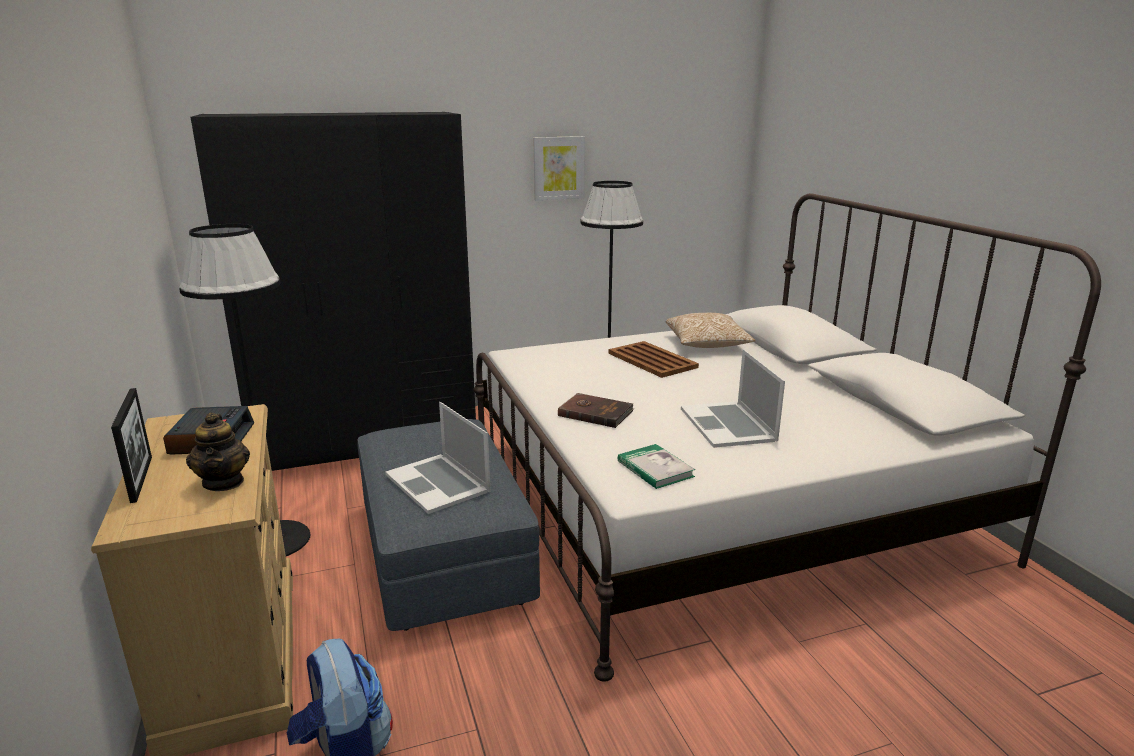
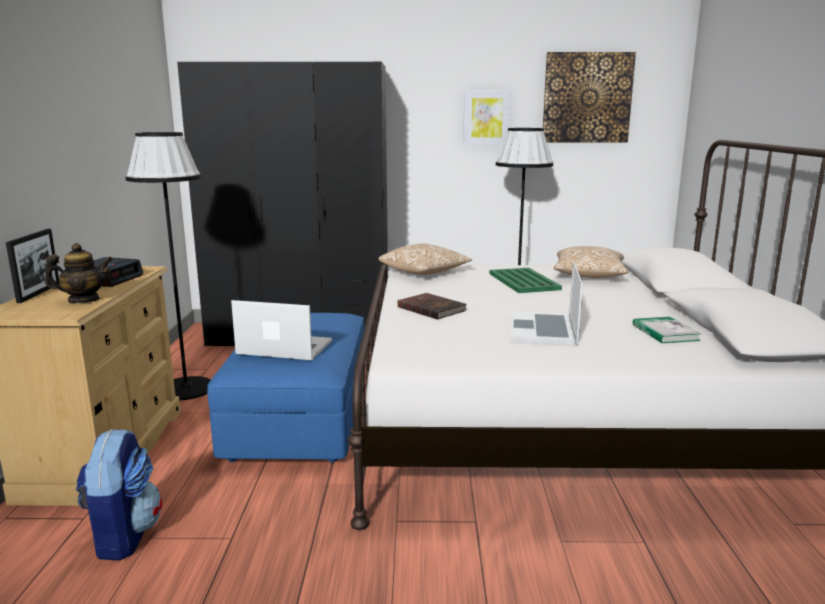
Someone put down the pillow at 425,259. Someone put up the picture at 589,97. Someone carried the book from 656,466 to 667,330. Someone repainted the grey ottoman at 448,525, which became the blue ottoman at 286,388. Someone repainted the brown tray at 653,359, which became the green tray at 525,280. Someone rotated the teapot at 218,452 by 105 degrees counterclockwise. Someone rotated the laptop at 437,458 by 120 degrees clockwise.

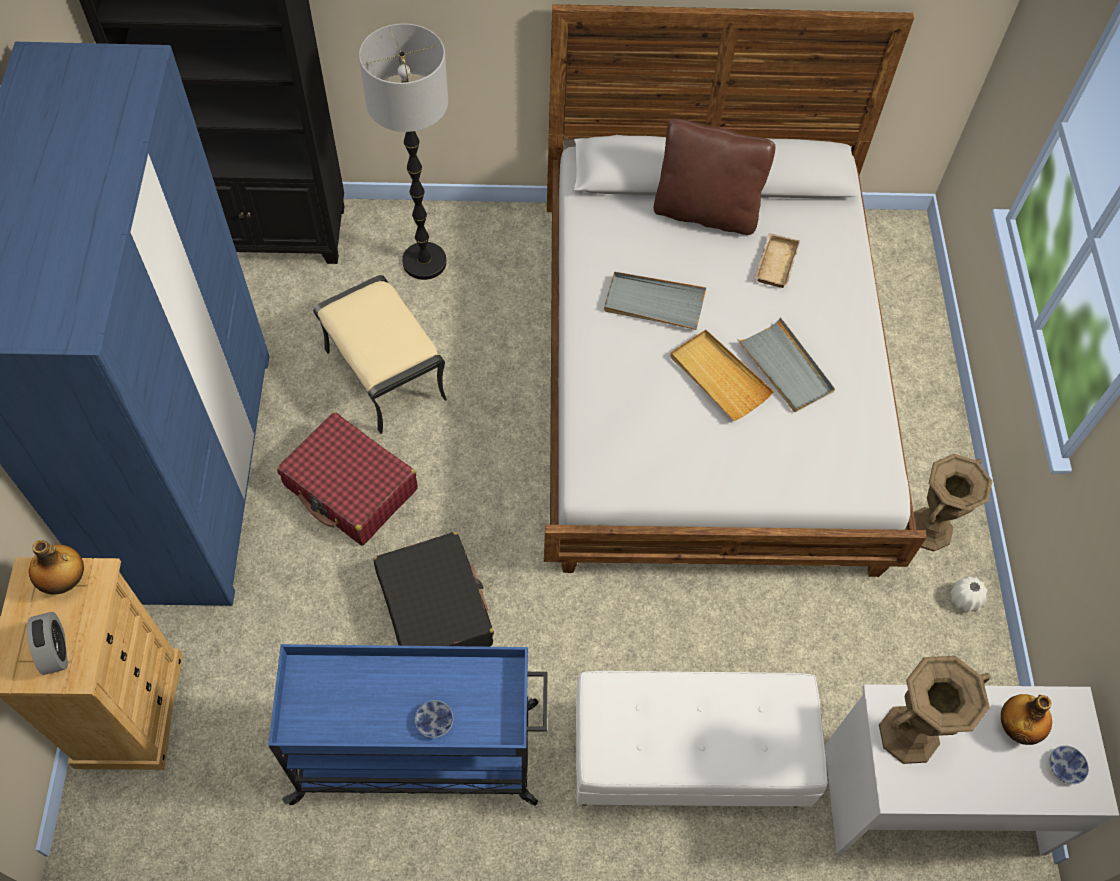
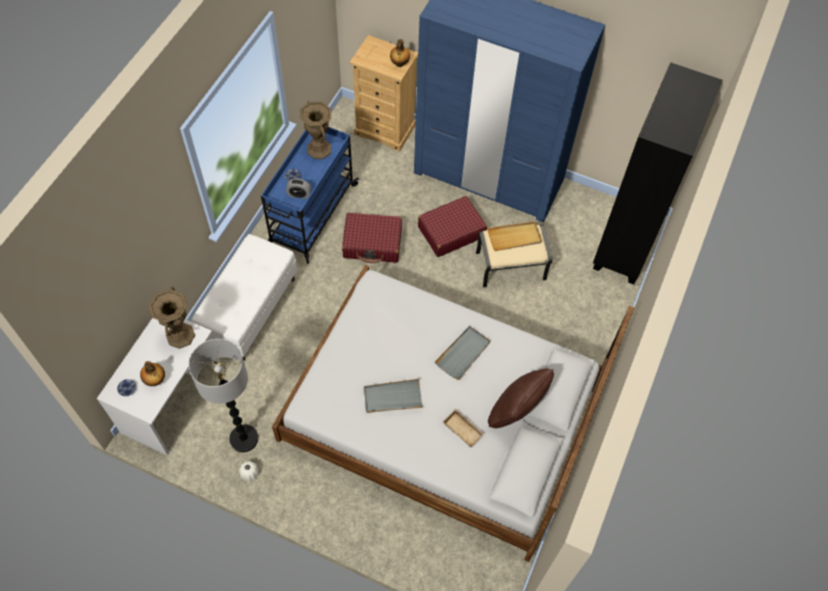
Someone carried the alarm clock from 47,643 to 298,189. Someone carried the floor lamp from 403,151 to 223,395. Someone carried the beige tray from 722,375 to 515,236. Someone carried the brown vase from 953,503 to 315,130. Someone repainted the black suitcase at 434,589, which became the red suitcase at 372,238.

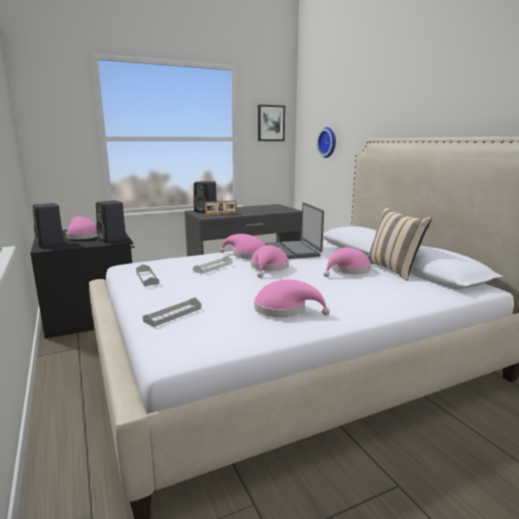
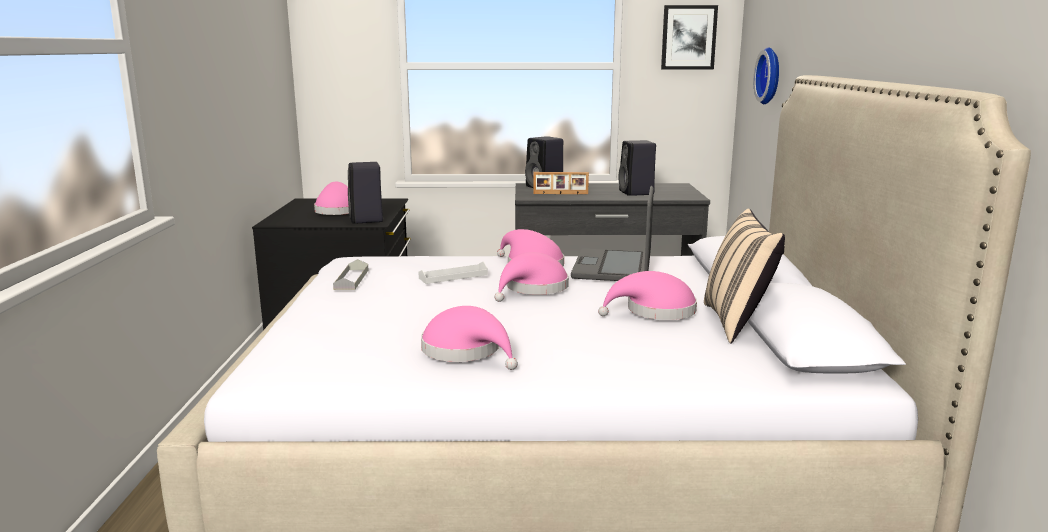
Someone took away the grey tray at 172,312. Someone carried the black speaker from 48,225 to 637,168.

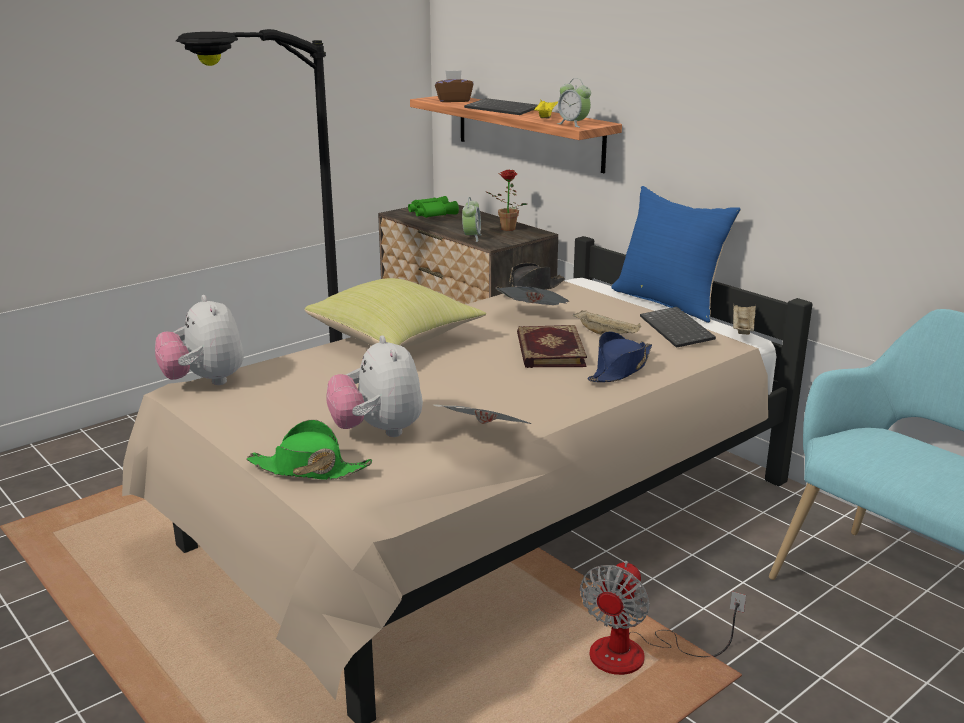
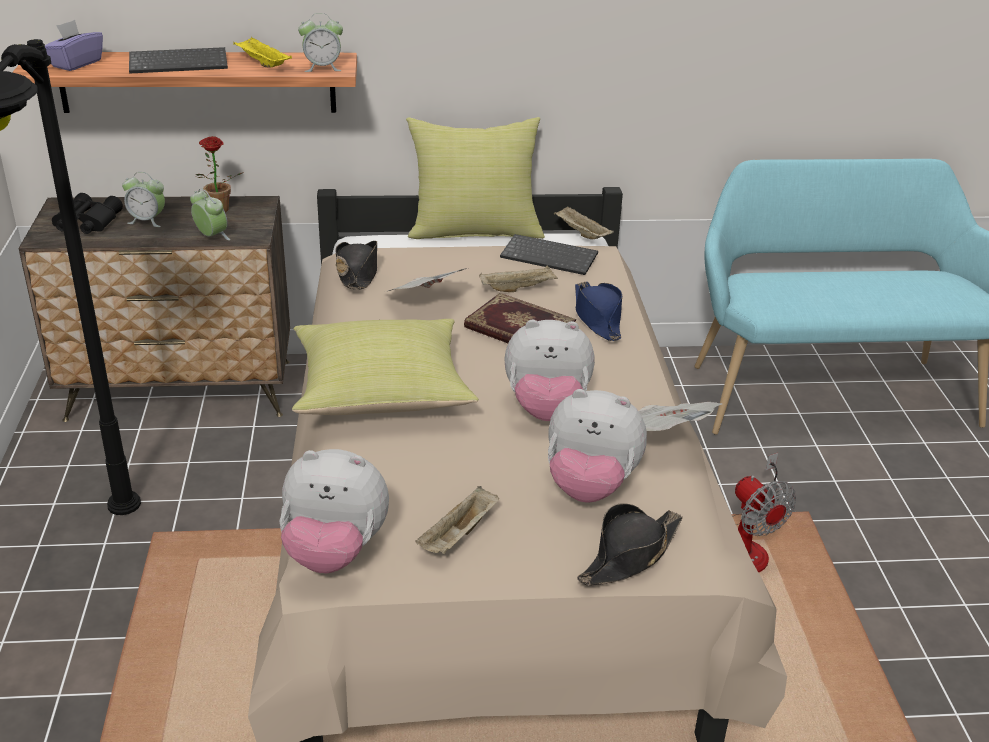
Someone put down the alarm clock at 143,199. Someone put down the beige tray at 457,520. Someone put down the plush toy at 549,370. Someone repainted the green hat at 309,450, which became the black hat at 630,544. Someone repainted the green binoculars at 433,207, which became the black binoculars at 87,213. Someone repainted the brown tissue box at 454,86, which became the purple tissue box at 74,45. Someone repainted the blue pillow at 676,254, which became the yellow pillow at 475,178.

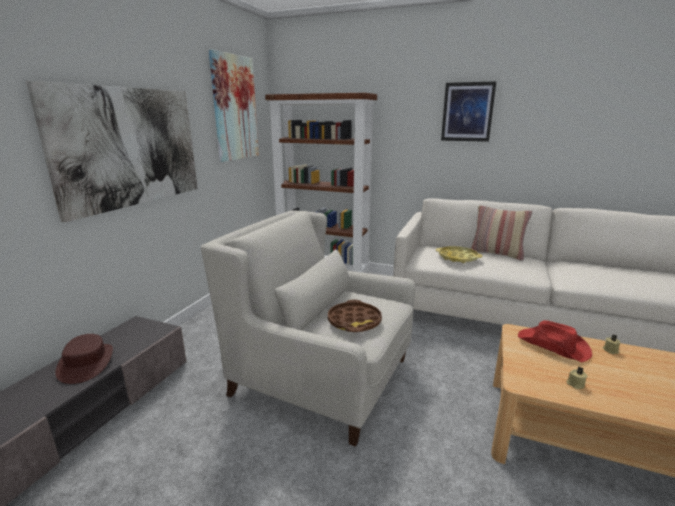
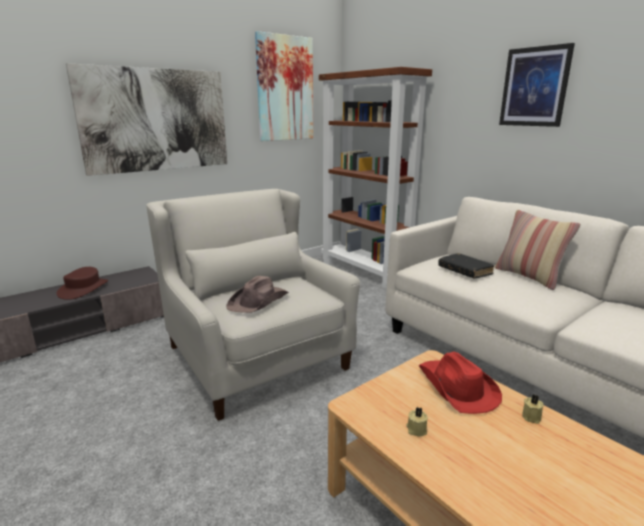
Someone swapped the brown tray at 355,316 for the brown hat at 257,294. Someone swapped the yellow tray at 459,254 for the black book at 466,265.

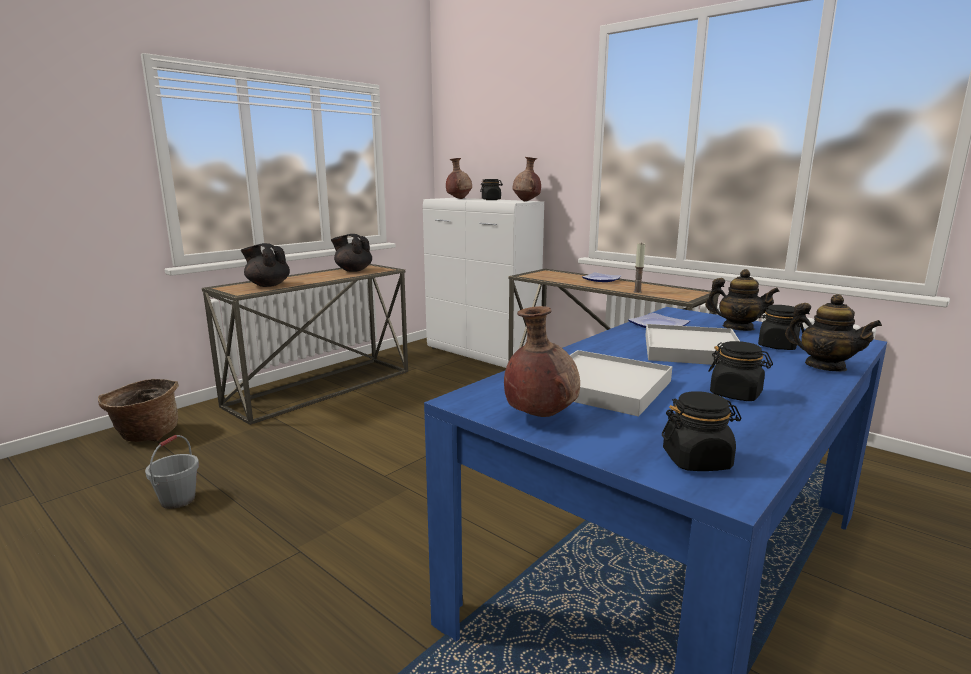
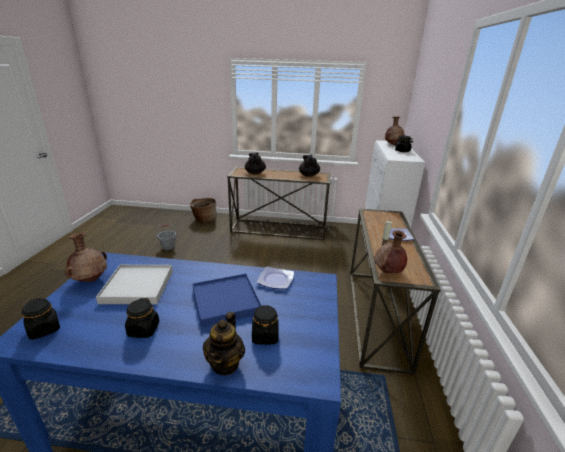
Someone took away the teapot at 742,300. Someone carried the brown vase from 527,179 to 390,251. Someone repainted the white tray at 692,344, which became the blue tray at 227,300.

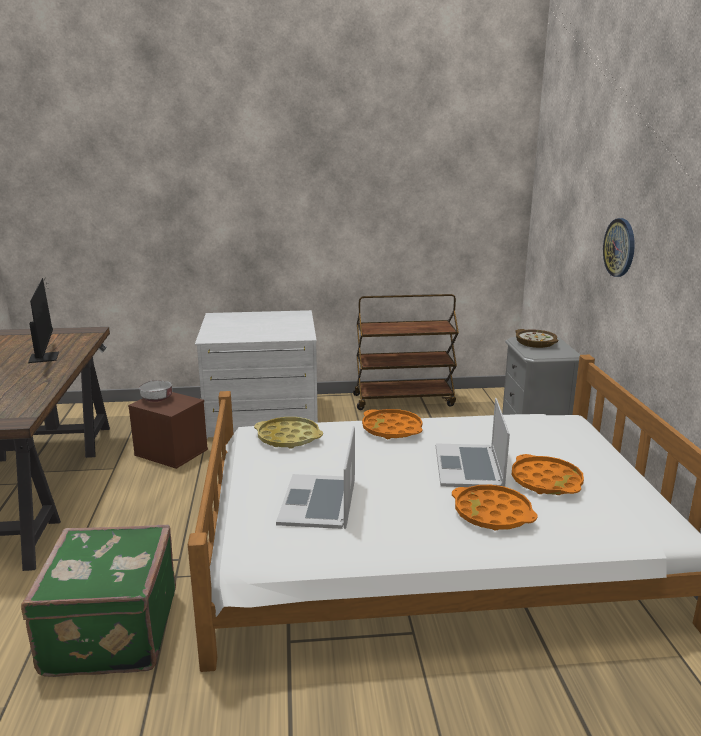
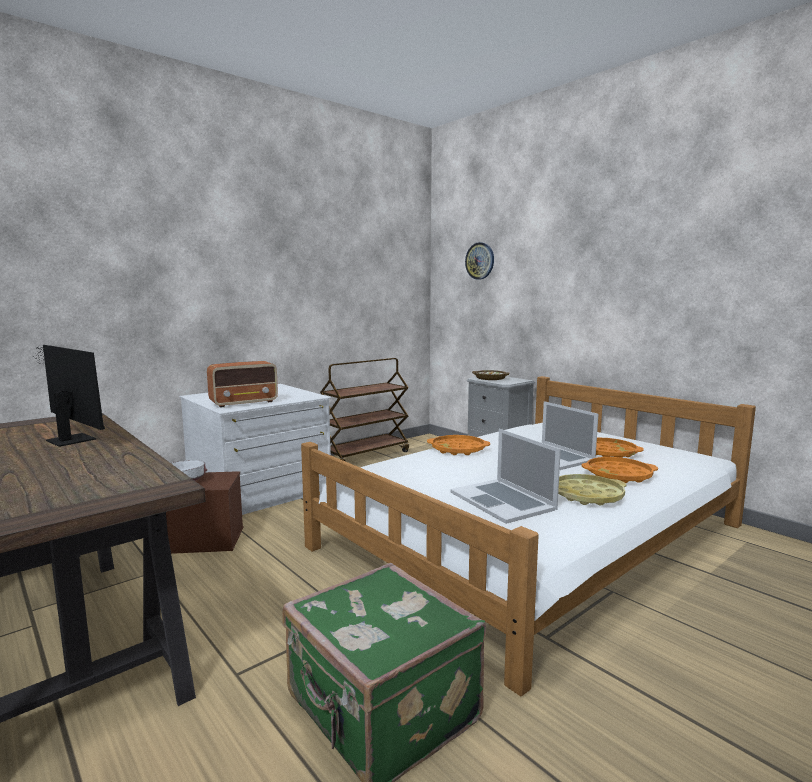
Someone put down the radio at 242,384. Someone carried the yellow tray from 288,432 to 592,490. Someone carried the wall clock from 619,247 to 479,260.

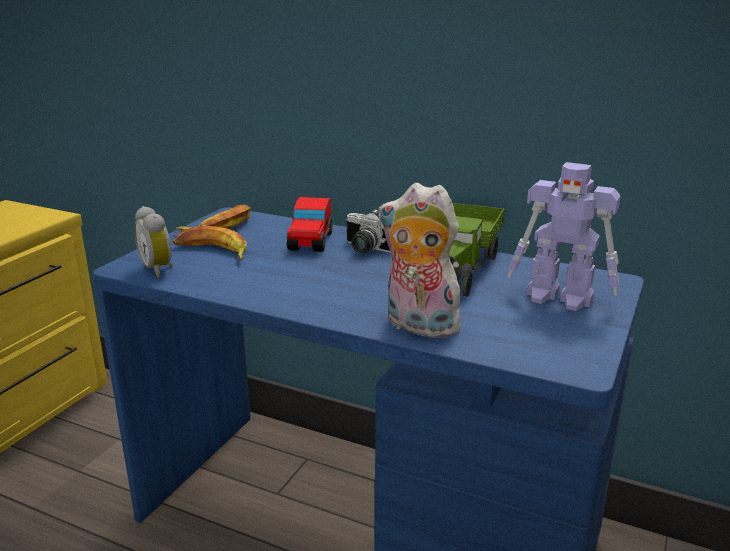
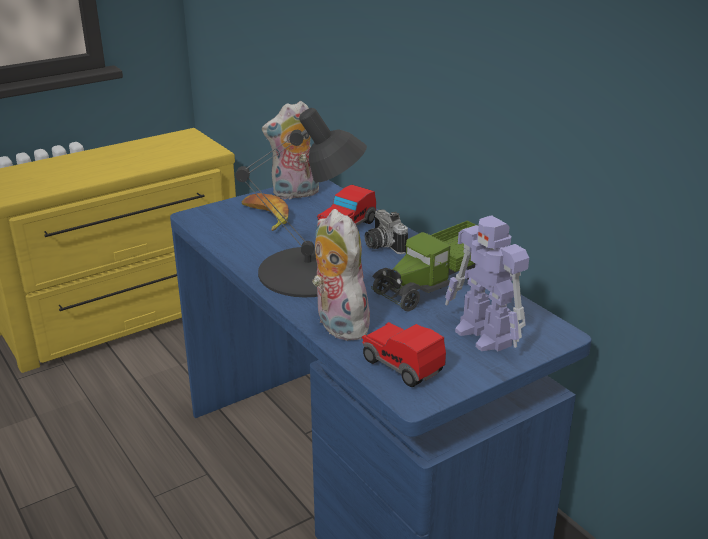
Someone took away the alarm clock at 153,242. Someone put down the black table lamp at 301,202. Someone put down the toy car at 404,354. Someone swapped the banana at 213,218 for the plush toy at 290,150.

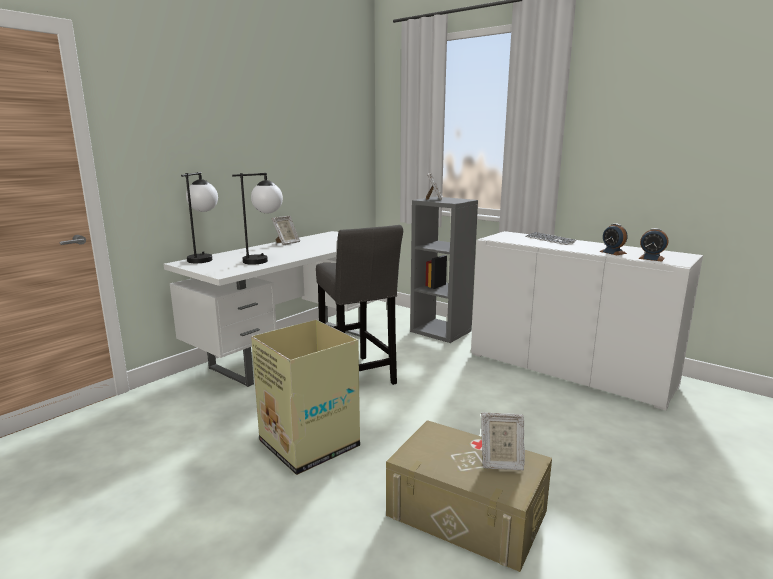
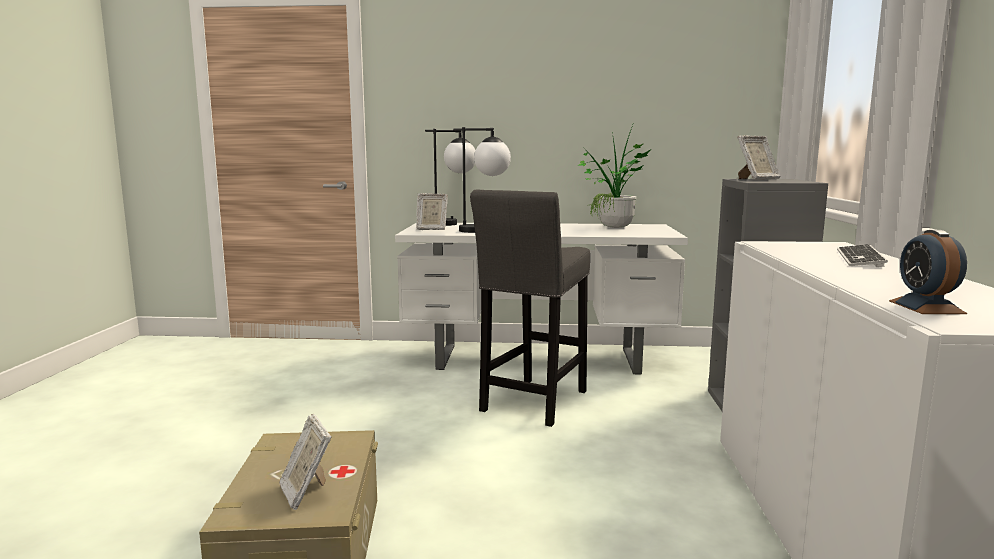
Someone took away the cardboard box at 305,397. Someone took away the alarm clock at 613,239. Someone put down the potted plant at 615,176. Someone carried the picture frame from 286,230 to 432,211.

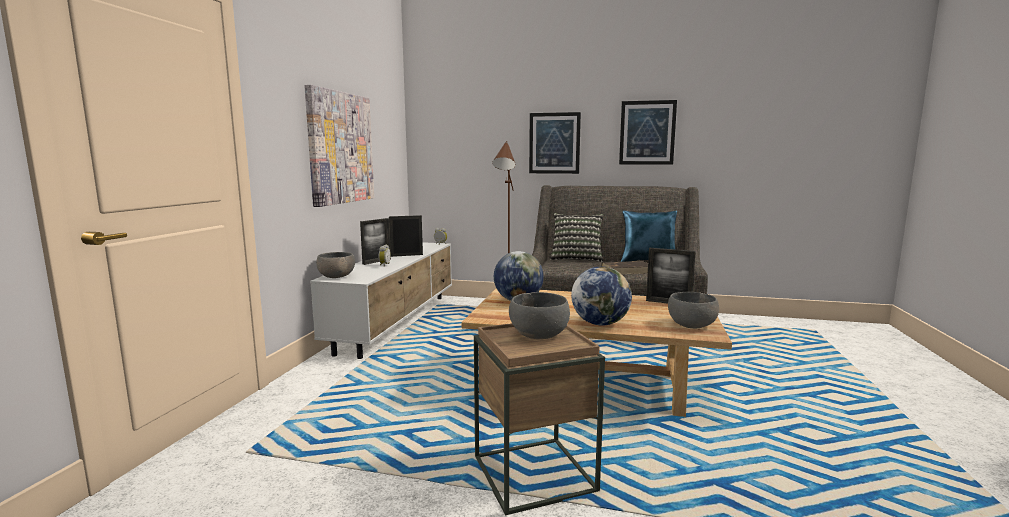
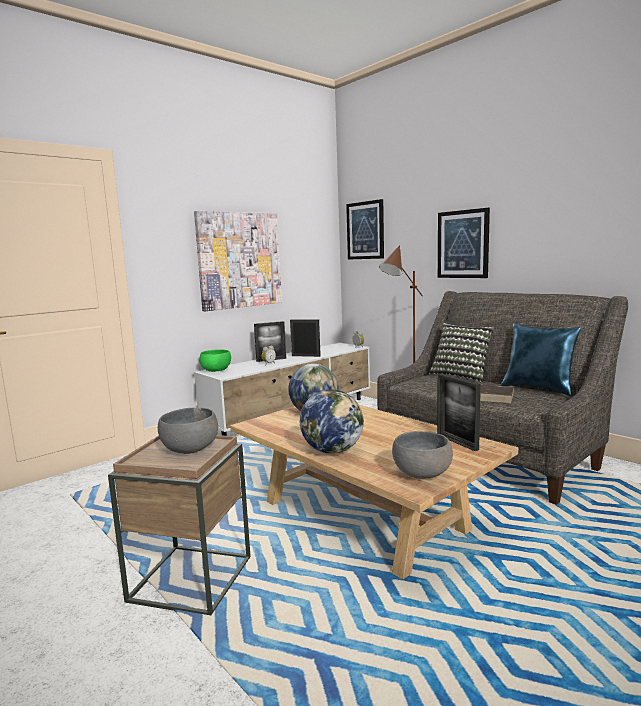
Someone carried the picture from 648,132 to 365,229. Someone repainted the grey bowl at 335,265, which became the green bowl at 215,360.

